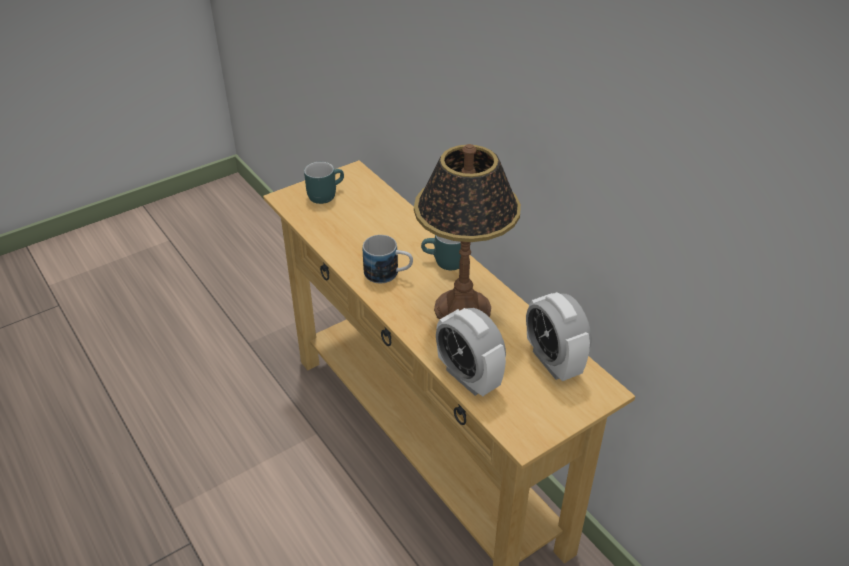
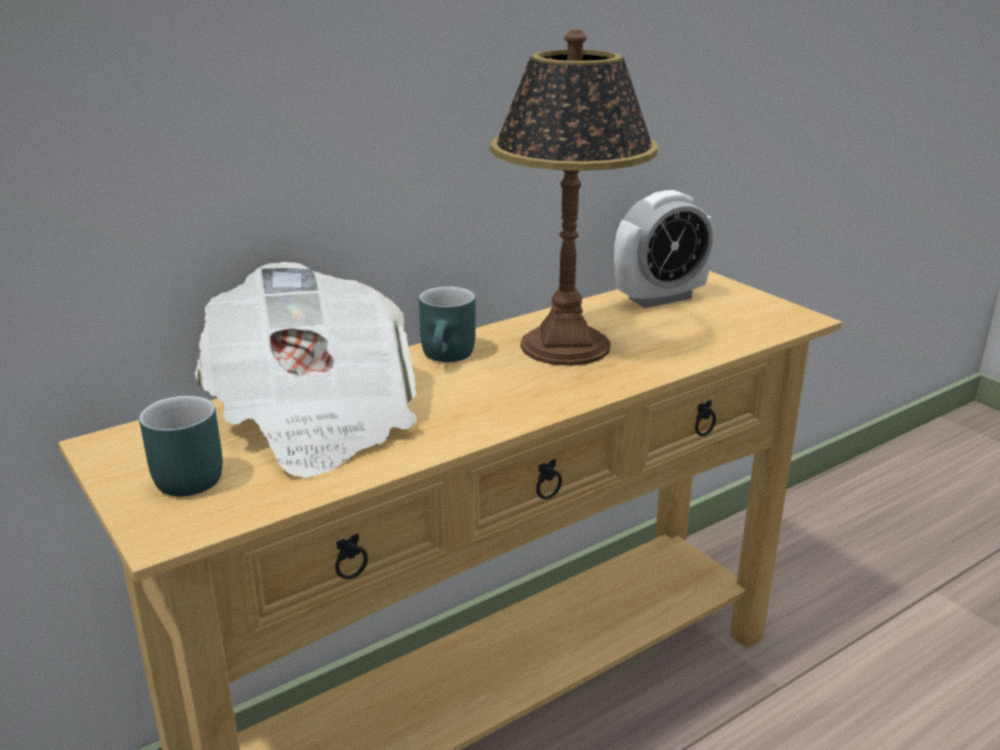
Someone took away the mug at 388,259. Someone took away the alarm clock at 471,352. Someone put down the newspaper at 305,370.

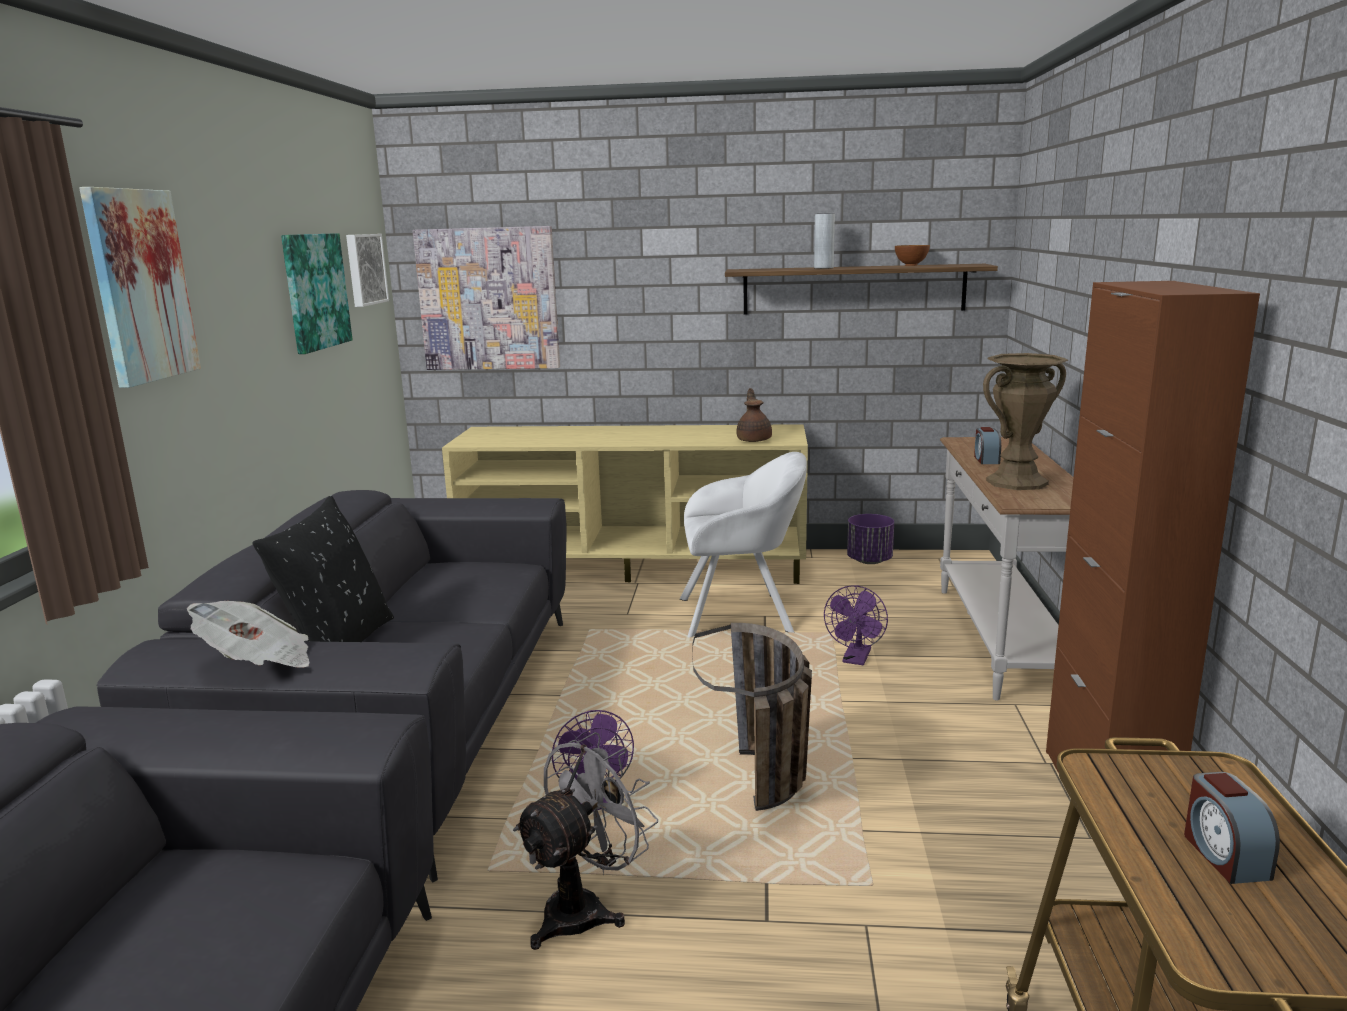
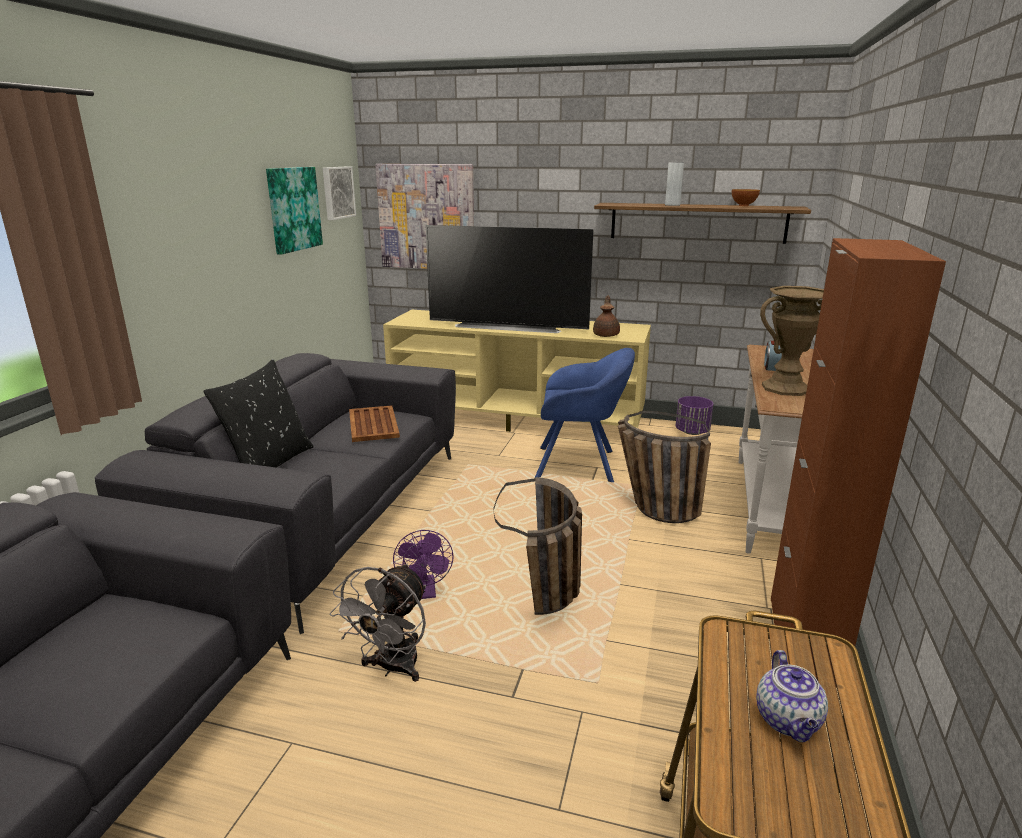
Someone took away the picture at 140,287. Someone took away the newspaper at 248,634. Someone put down the brown tray at 374,423. Someone put down the television at 510,279. Someone swapped the purple fan at 856,625 for the basket at 664,467. Someone swapped the alarm clock at 1232,828 for the teapot at 792,696. Someone repainted the white armchair at 743,545, which became the blue armchair at 585,415. Someone rotated the grey fan at 585,841 by 150 degrees clockwise.

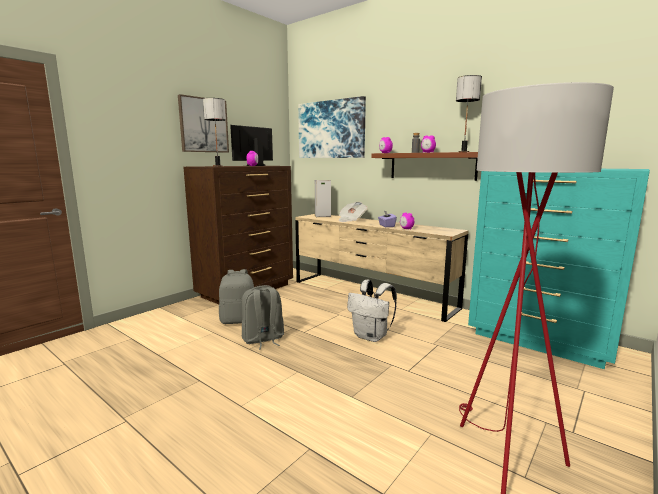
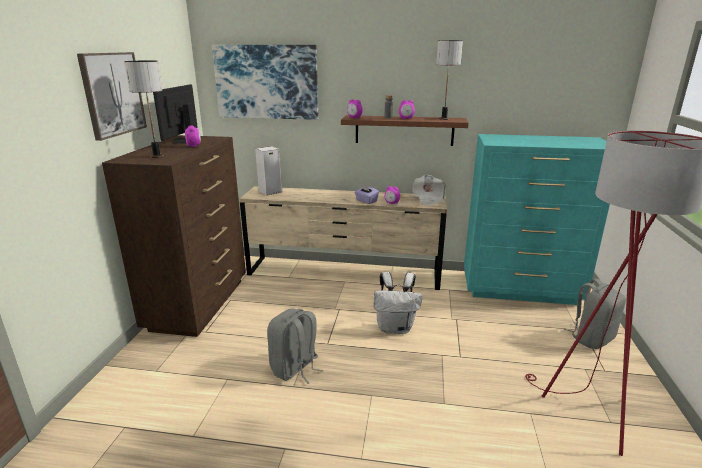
Someone carried the grey backpack from 236,296 to 595,313. Someone carried the newspaper from 353,212 to 428,190.

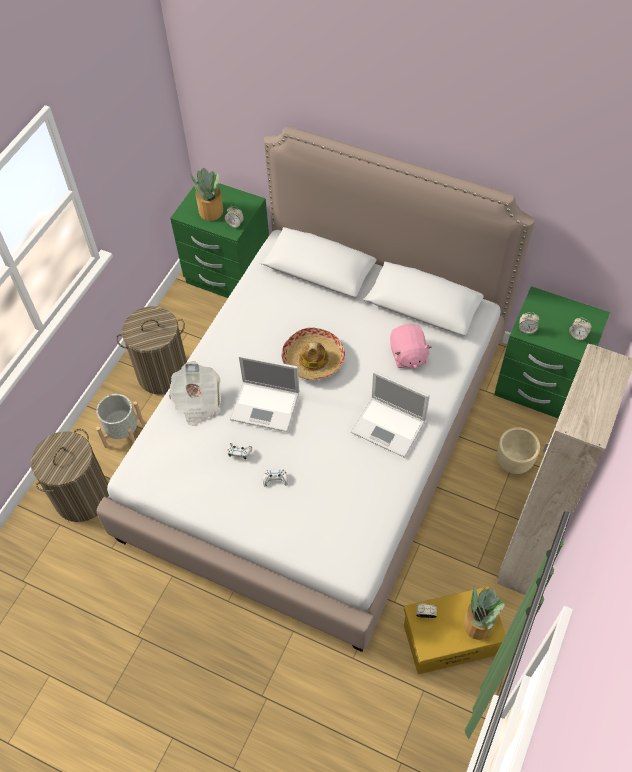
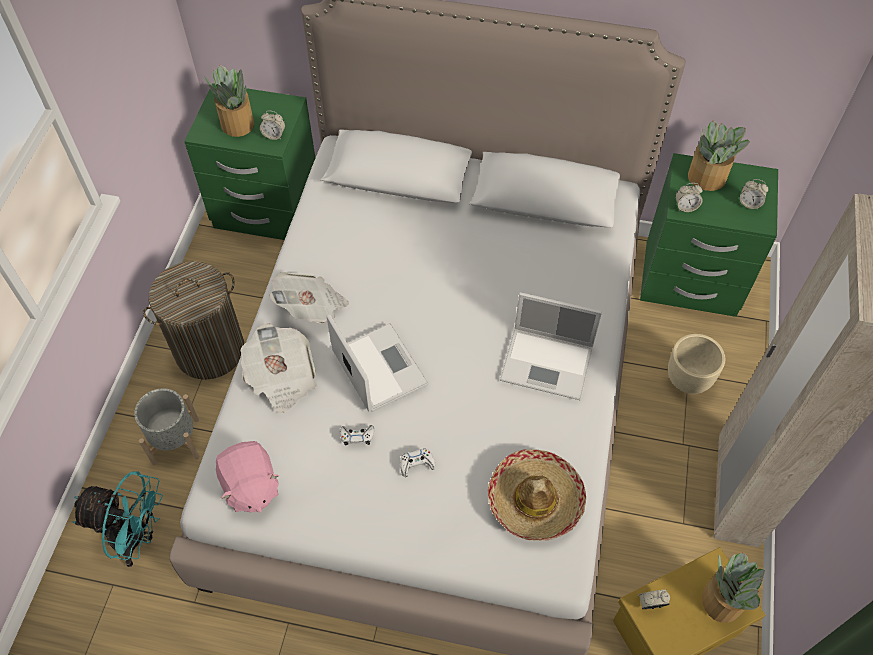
Someone put down the newspaper at 309,298. Someone put down the potted plant at 719,156. Someone carried the hat from 313,353 to 537,495. Someone carried the pink plush toy from 411,346 to 247,477. Someone swapped the laundry basket at 70,475 for the turquoise fan at 118,519. Someone rotated the laptop at 264,393 by 120 degrees counterclockwise.

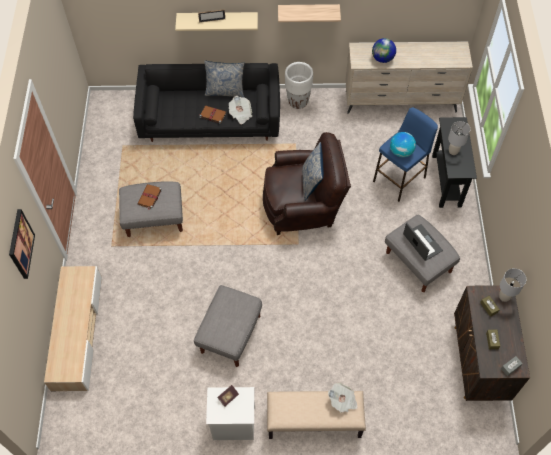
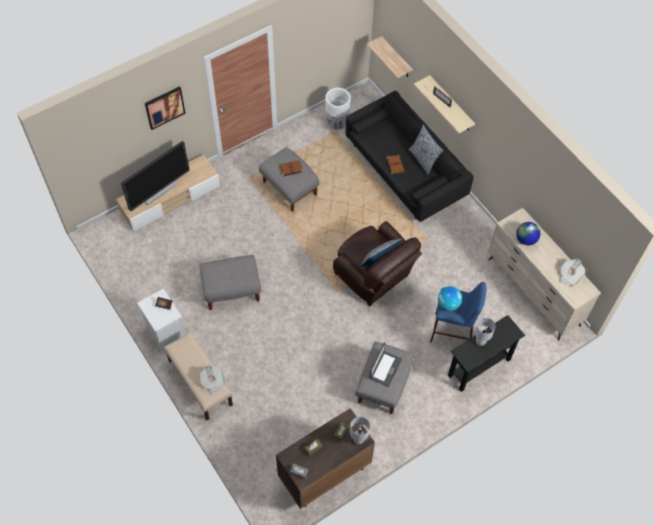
Someone put down the television at 155,176. Someone carried the newspaper from 240,110 to 572,272. Someone carried the shelf from 309,13 to 390,57. Someone carried the white planter from 299,85 to 338,109.

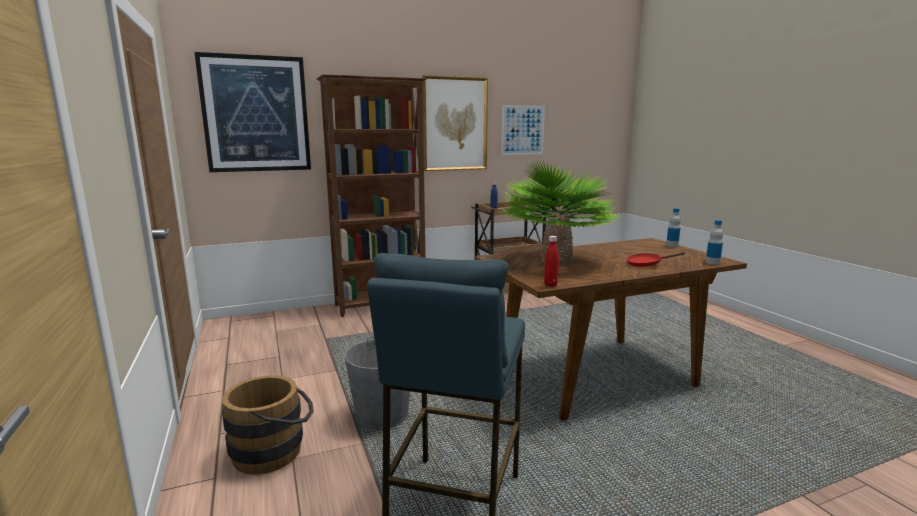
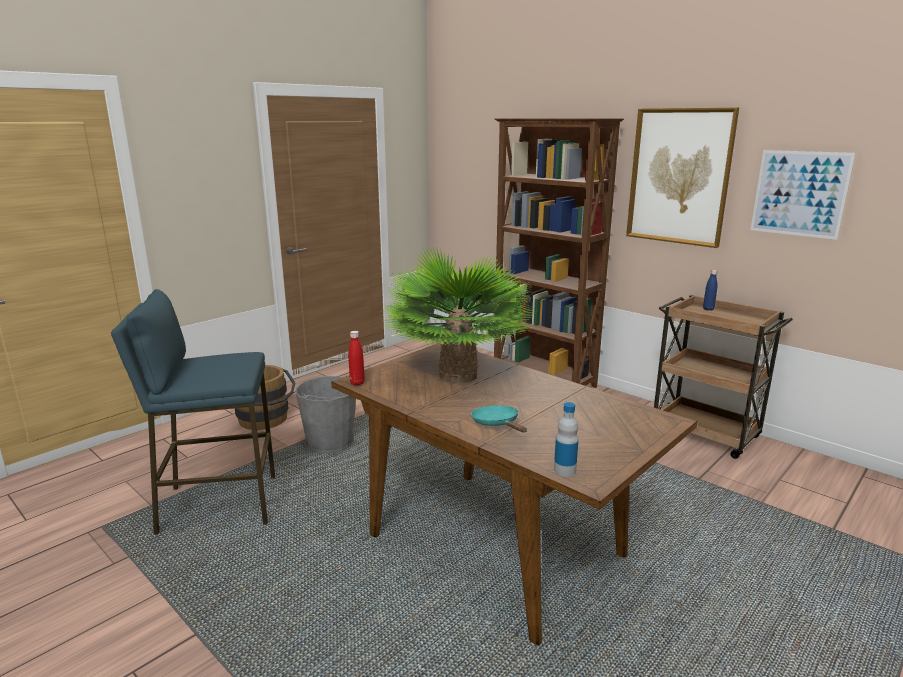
Someone took away the picture at 252,112. Someone took away the bottle at 673,227. Someone repainted the red frying pan at 656,259, which became the turquoise frying pan at 499,419.

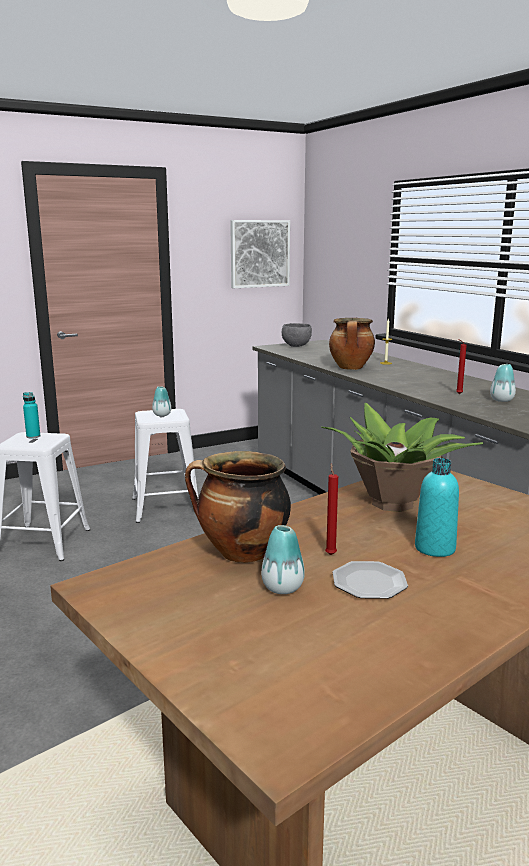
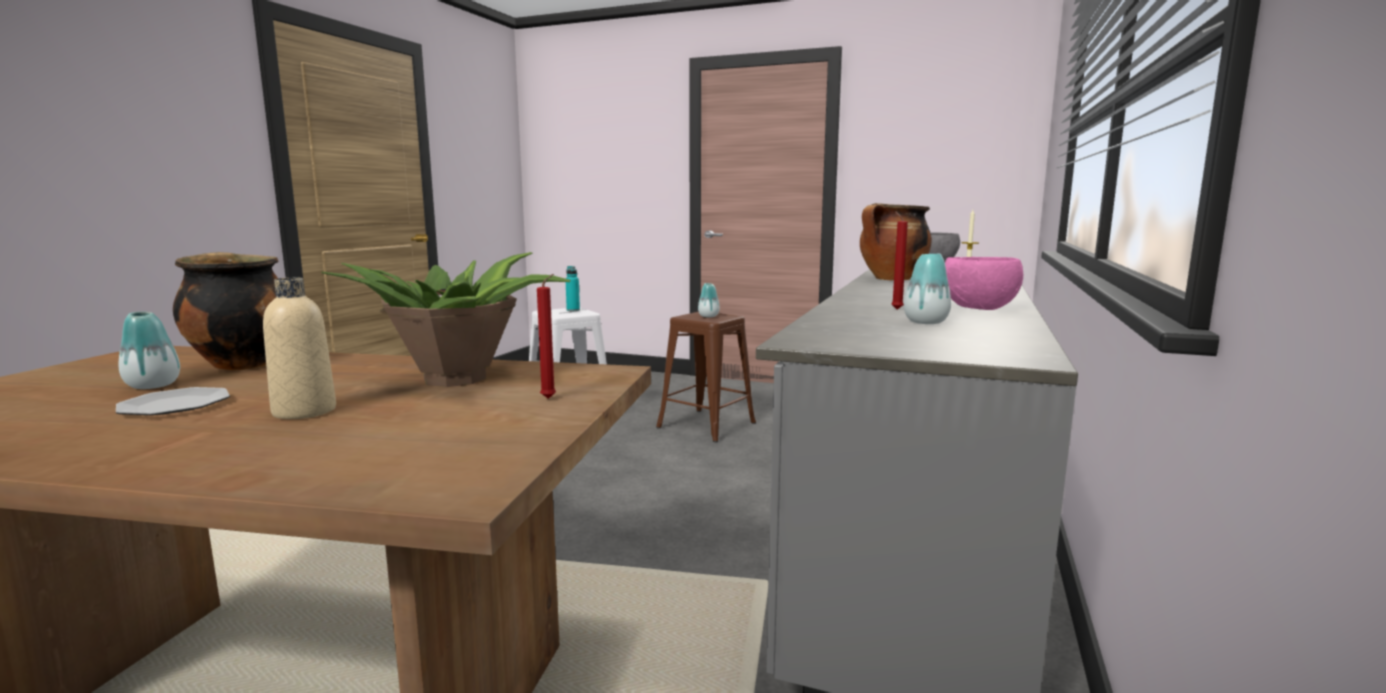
Someone took away the picture at 260,254. Someone put down the pink bowl at 984,283. Someone carried the red candle from 331,509 to 546,336. Someone repainted the white stool at 165,466, which became the brown stool at 706,377. Someone repainted the turquoise bottle at 437,507, which became the beige bottle at 299,348.

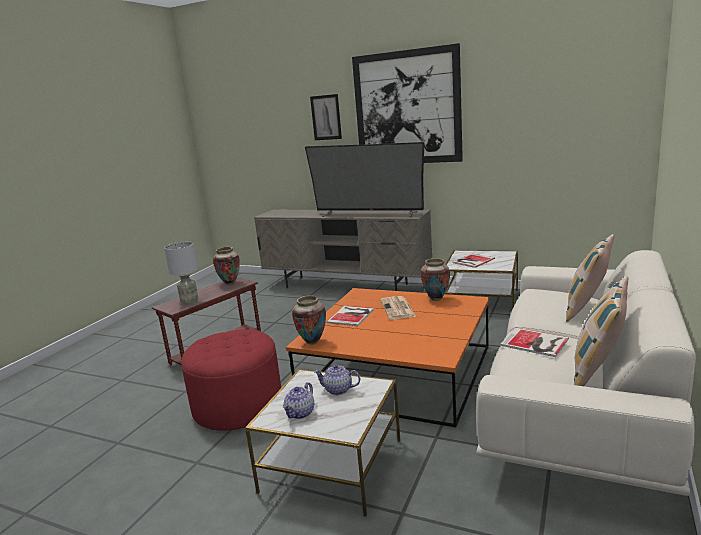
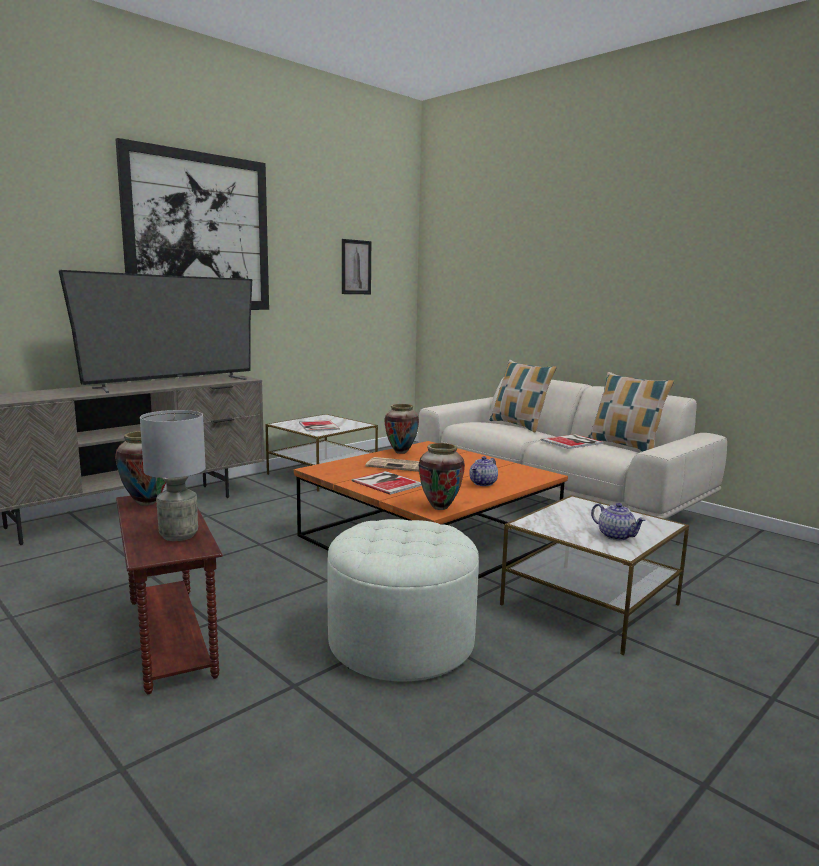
Someone carried the picture from 326,117 to 356,266. Someone carried the teapot from 337,380 to 483,471. Someone repainted the red ottoman at 231,380, which became the white ottoman at 403,600.

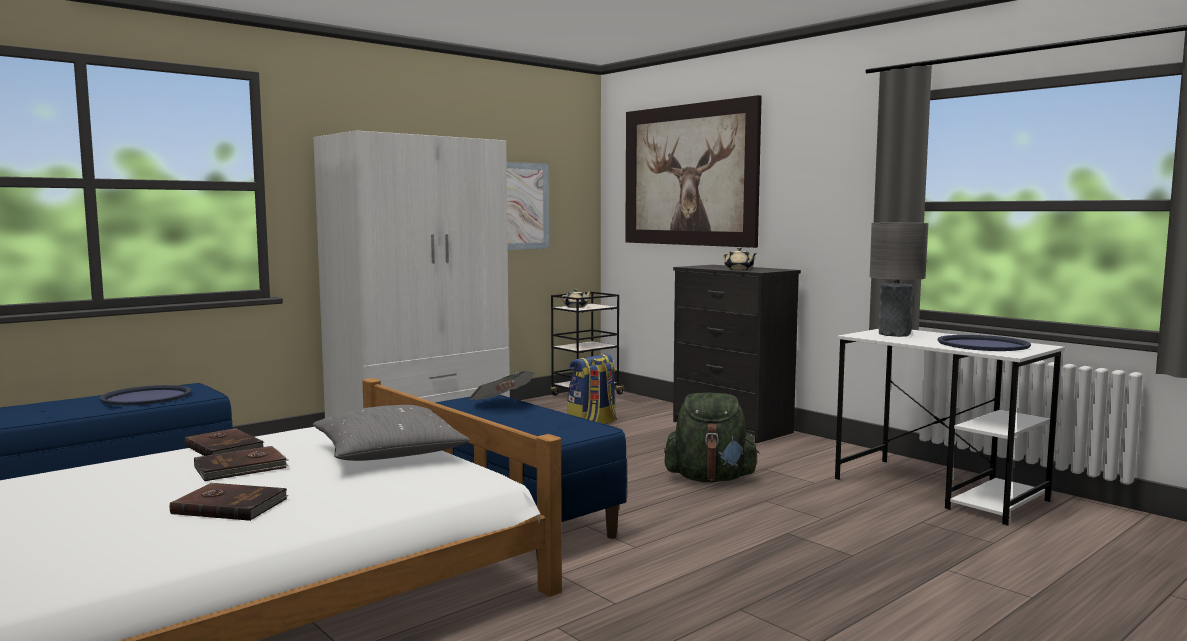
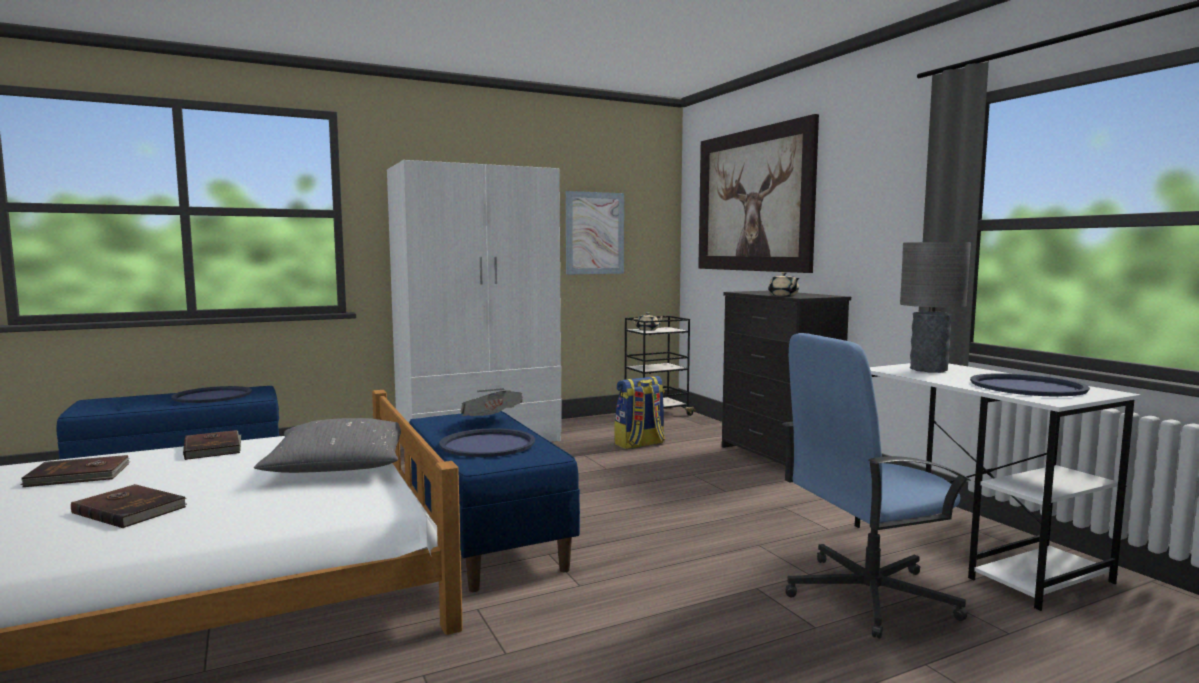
Someone took away the green backpack at 712,438. Someone put down the blue tray at 487,442. Someone put down the blue office chair at 877,486. Someone carried the brown book from 241,463 to 75,471.

